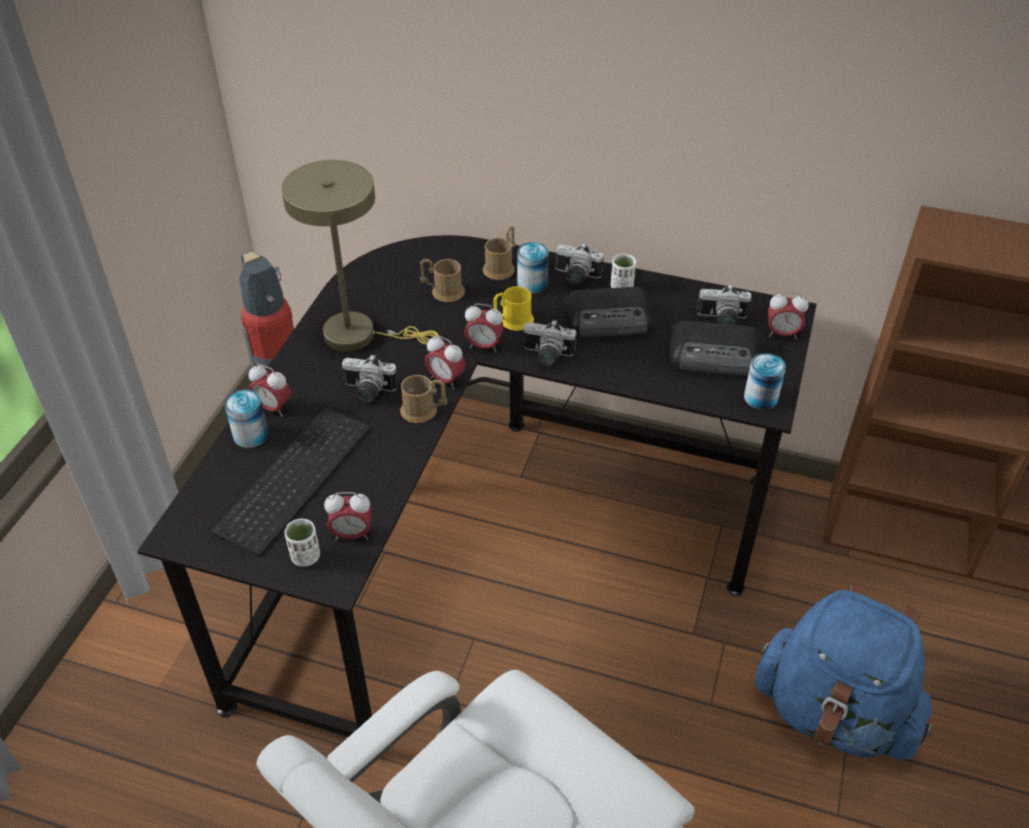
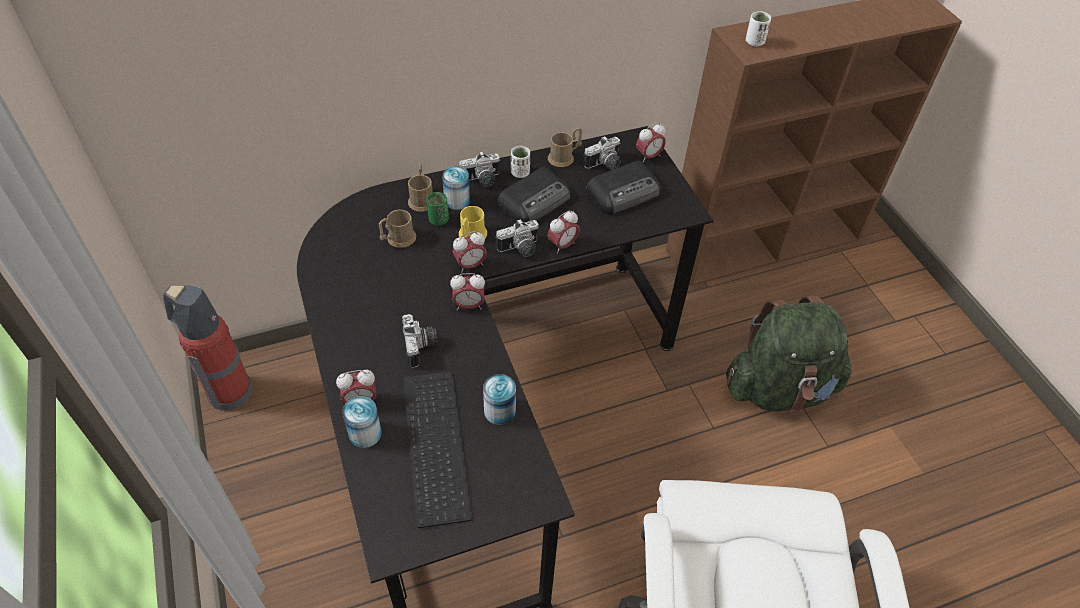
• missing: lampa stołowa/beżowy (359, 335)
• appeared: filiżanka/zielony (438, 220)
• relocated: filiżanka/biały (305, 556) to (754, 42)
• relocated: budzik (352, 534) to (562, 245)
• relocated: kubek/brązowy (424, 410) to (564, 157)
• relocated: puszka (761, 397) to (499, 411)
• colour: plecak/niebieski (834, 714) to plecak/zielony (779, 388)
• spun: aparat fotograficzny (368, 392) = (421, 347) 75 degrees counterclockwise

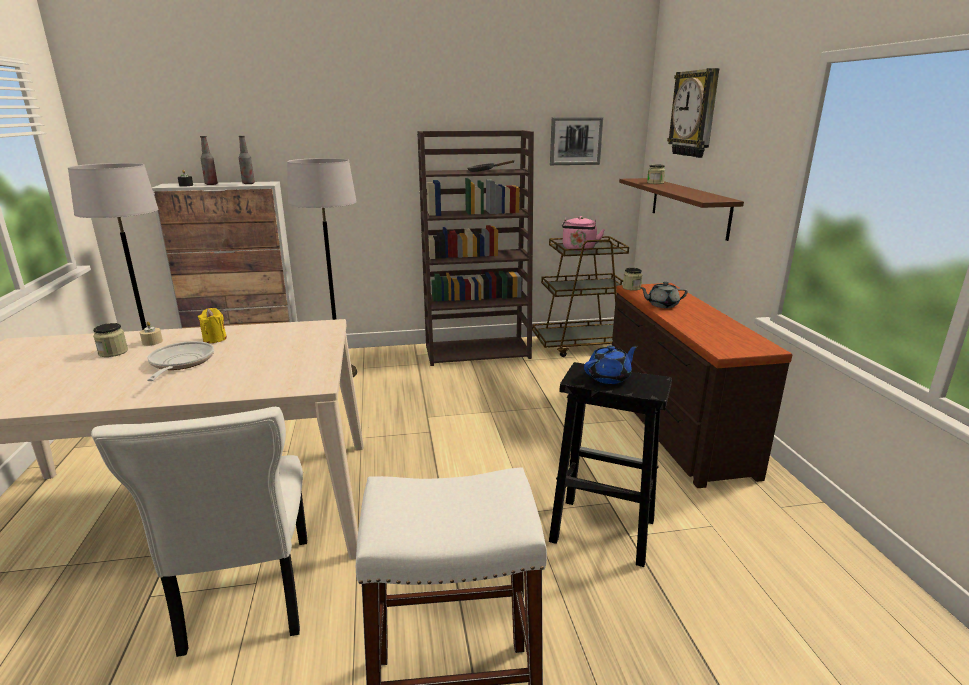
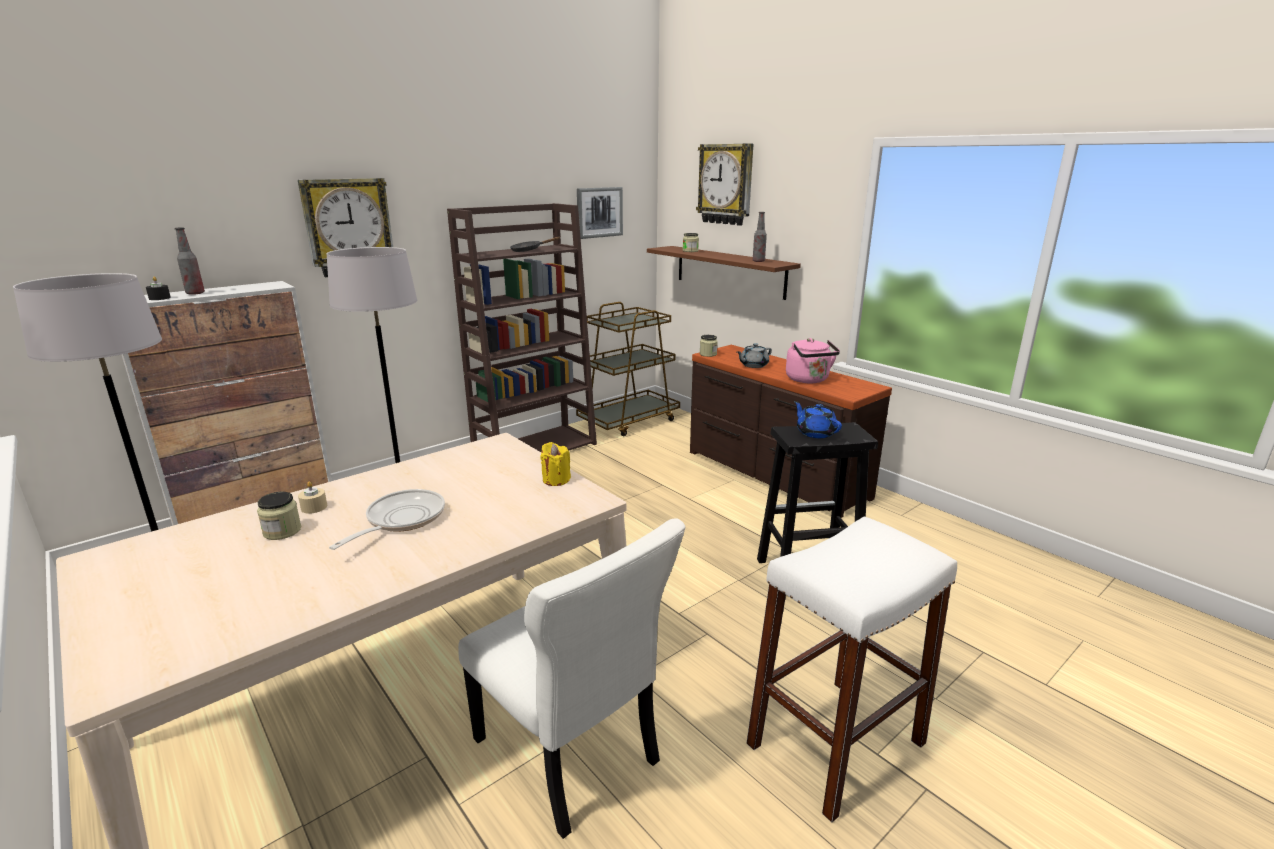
• appeared: zegar ścienny (348, 227)
• relocated: świeca/żółty (214, 339) to (556, 480)
• relocated: butelka (248, 183) to (758, 261)
• relocated: czajnik/różowy (579, 249) to (809, 380)
• spun: patelnia (180, 363) = (401, 520) 60 degrees clockwise
• spun: imbryk/niebieski (609, 377) = (815, 433) 60 degrees counterclockwise

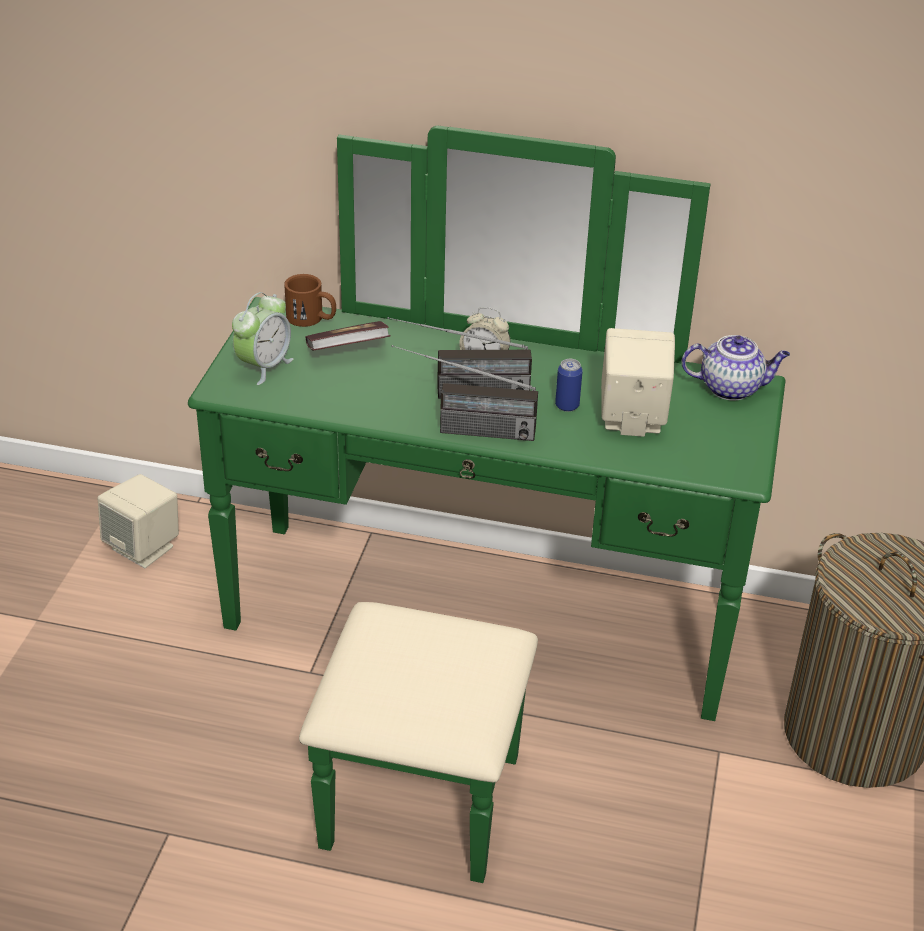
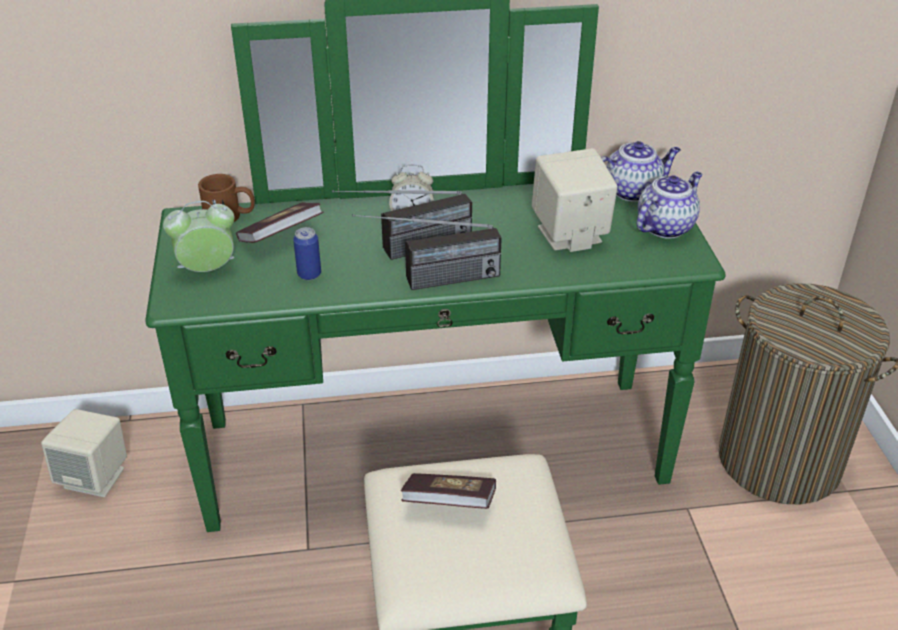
• appeared: książka (449, 503)
• appeared: imbryk (665, 226)
• relocated: puszka (567, 406) to (309, 274)
• spun: budzik (264, 366) = (207, 270) 120 degrees counterclockwise

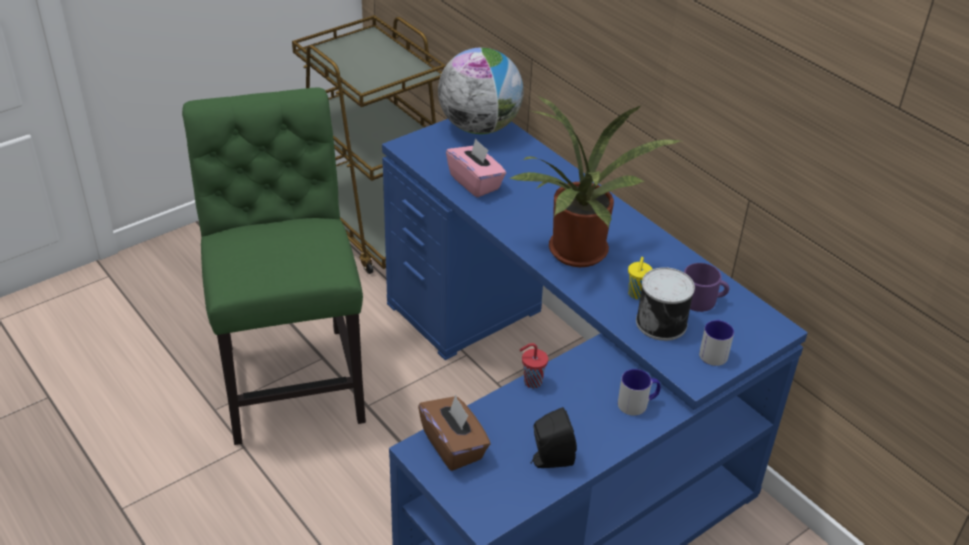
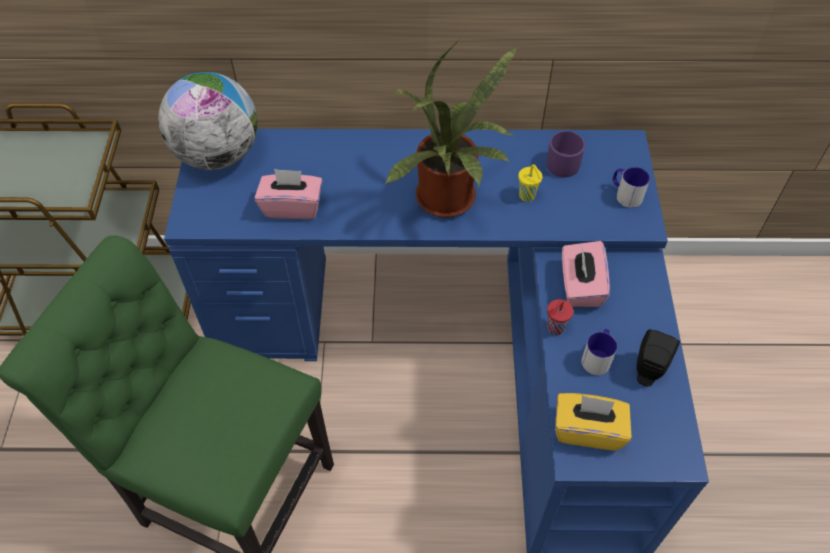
• missing: puszka (662, 322)
• appeared: pudełko chusteczek/różowy (580, 286)
• relocated: kubek (638, 403) to (597, 357)
• colour: pudełko chusteczek/brązowy (454, 446) to pudełko chusteczek/żółty (587, 430)

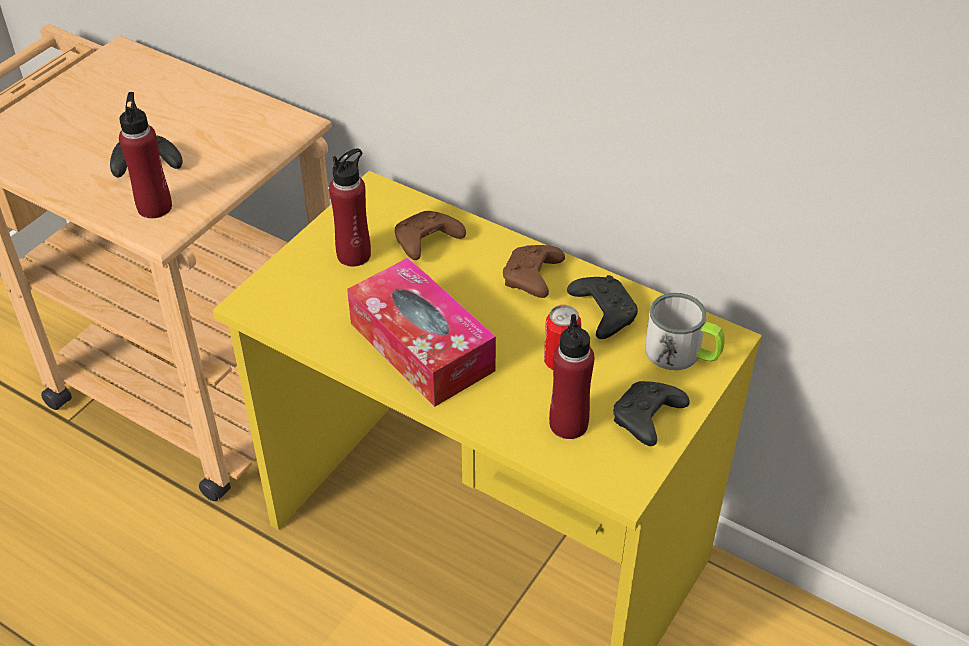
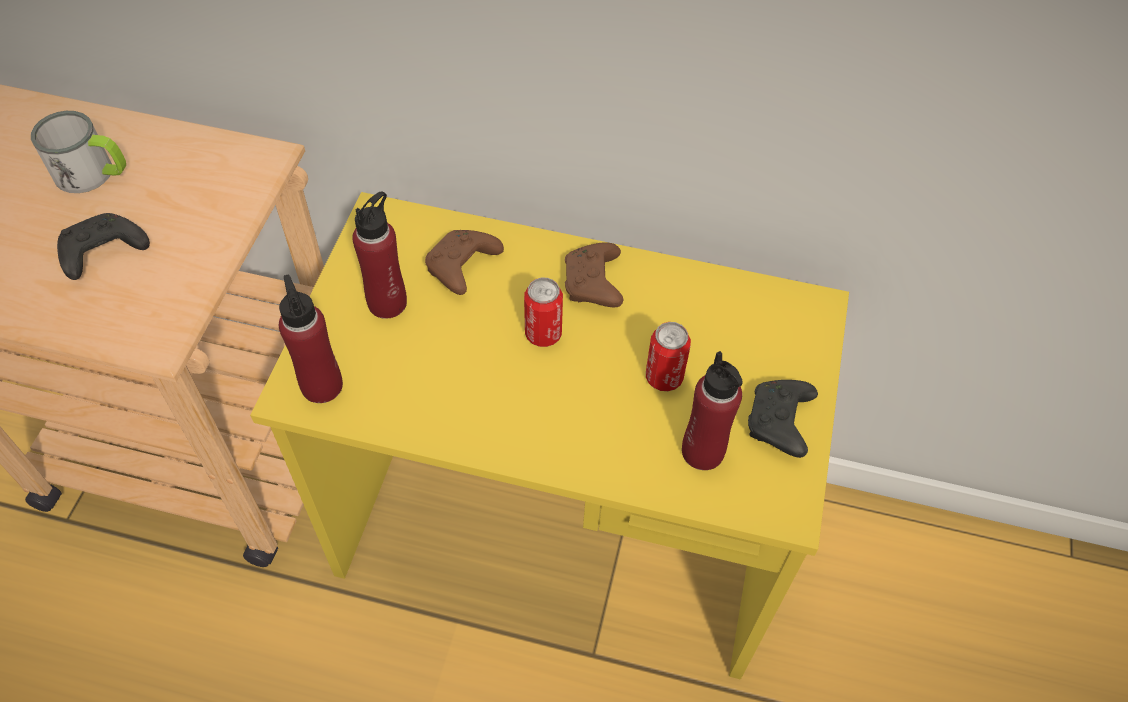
• missing: pudełko chusteczek (421, 346)
• missing: pad do gier/czarny (602, 313)
• appeared: puszka (543, 334)
• relocated: butelka/czerwony (154, 207) to (322, 385)
• relocated: kubek (682, 354) to (93, 174)

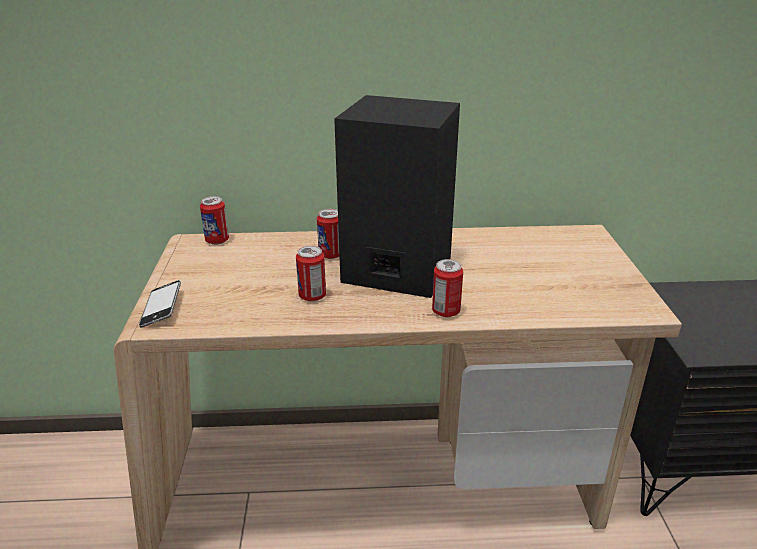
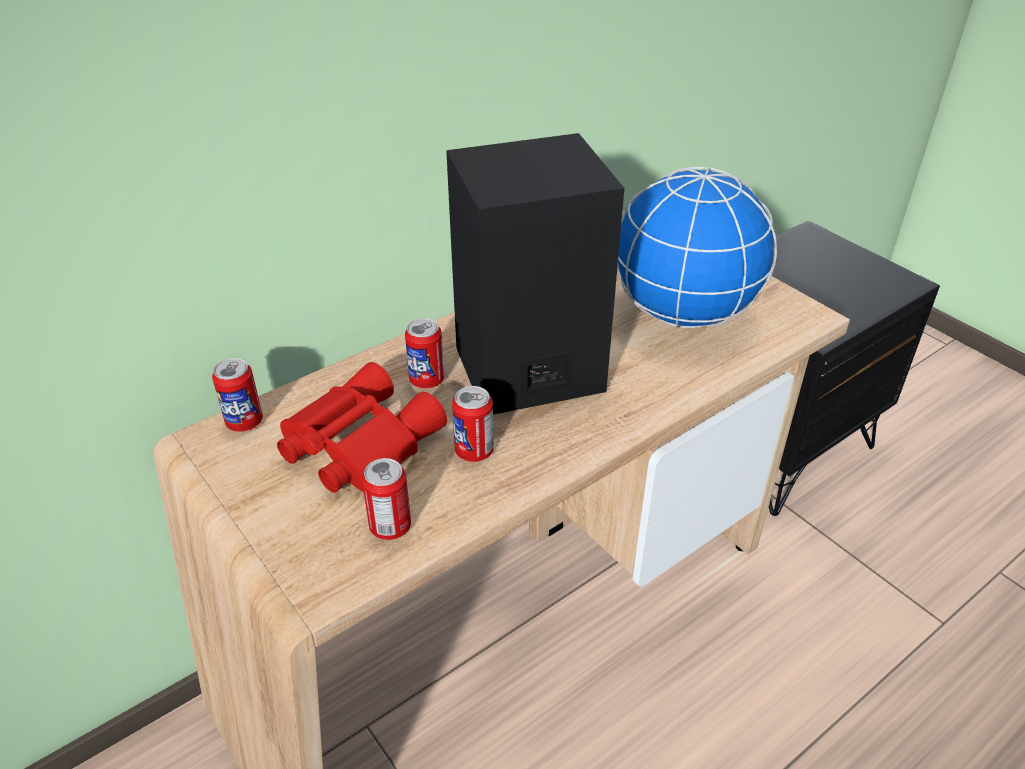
• missing: telefon (162, 308)
• appeared: lornetka/czerwony (356, 443)
• appeared: globus (685, 314)
• relocated: puszka (446, 312) to (390, 527)

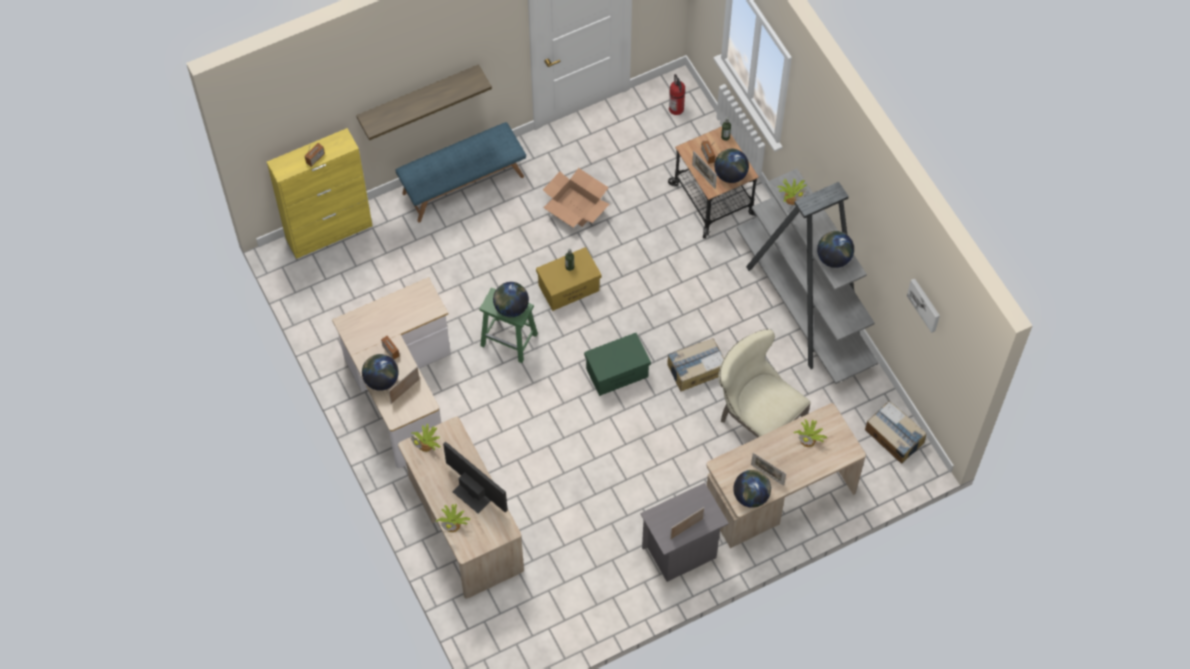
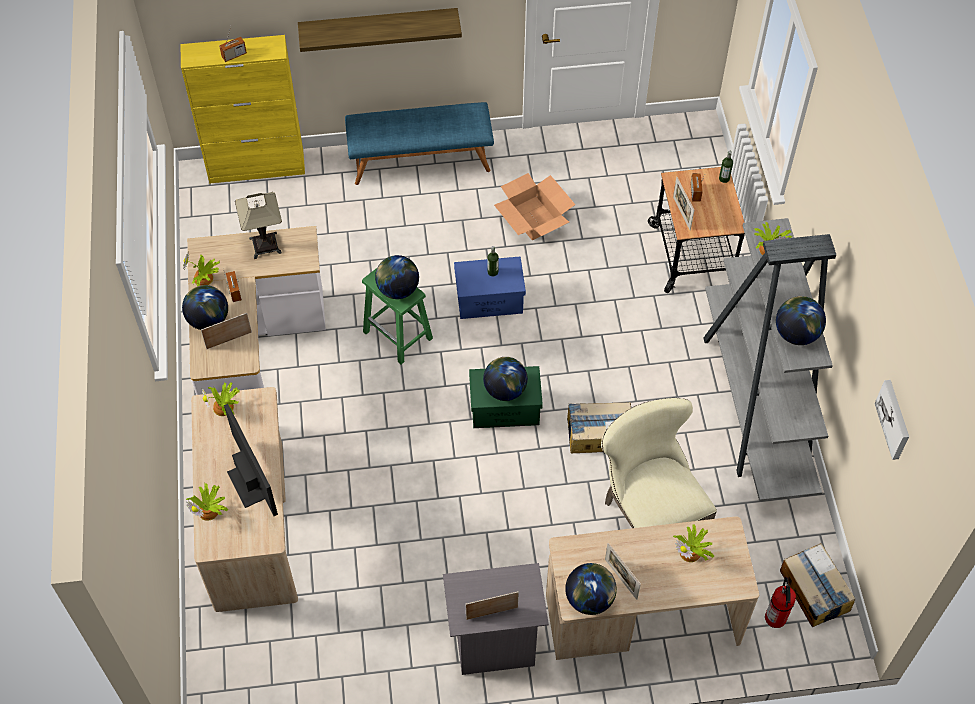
• appeared: roślina doniczkowa (204, 279)
• appeared: lampa stołowa (265, 245)
• relocated: gaśnica (676, 109) to (776, 618)
• relocated: globus (730, 174) to (505, 390)
• colour: pojemnik do przechowywania/żółty (569, 287) to pojemnik do przechowywania/niebieski (490, 299)

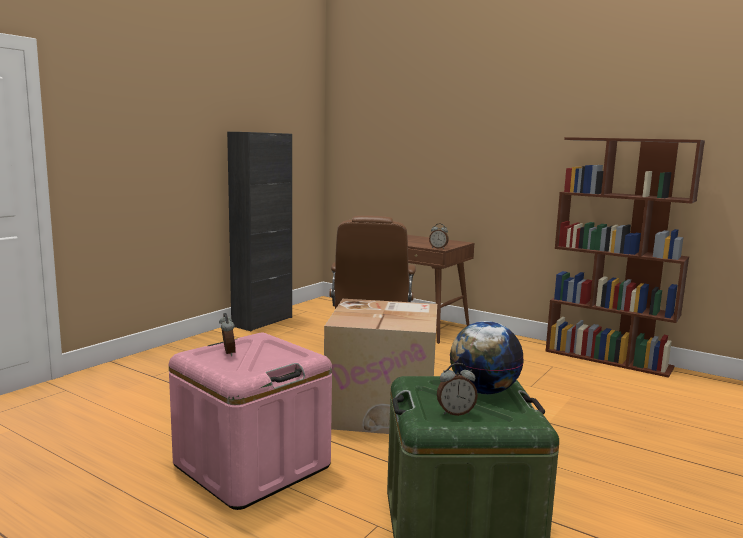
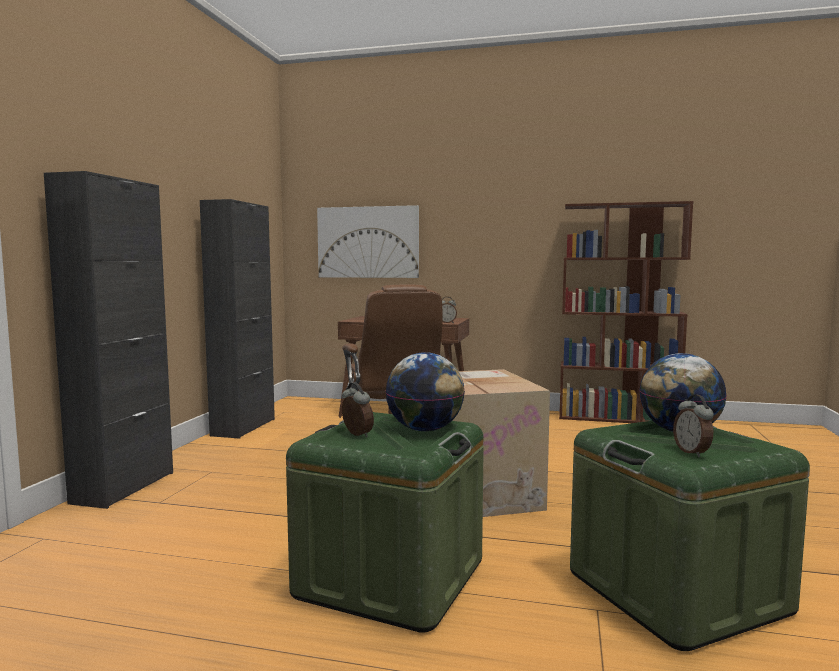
• appeared: szafka/czarny (124, 487)
• appeared: obraz (368, 242)
• appeared: globus (425, 430)
• colour: pojemnik do przechowywania/różowy (252, 466) to pojemnik do przechowywania/zielony (390, 578)
• spun: budzik (455, 412) = (692, 452) 105 degrees clockwise

